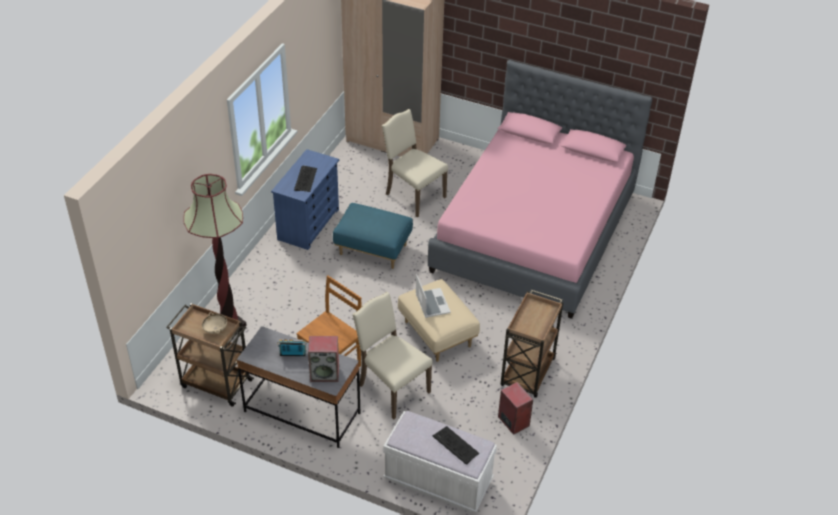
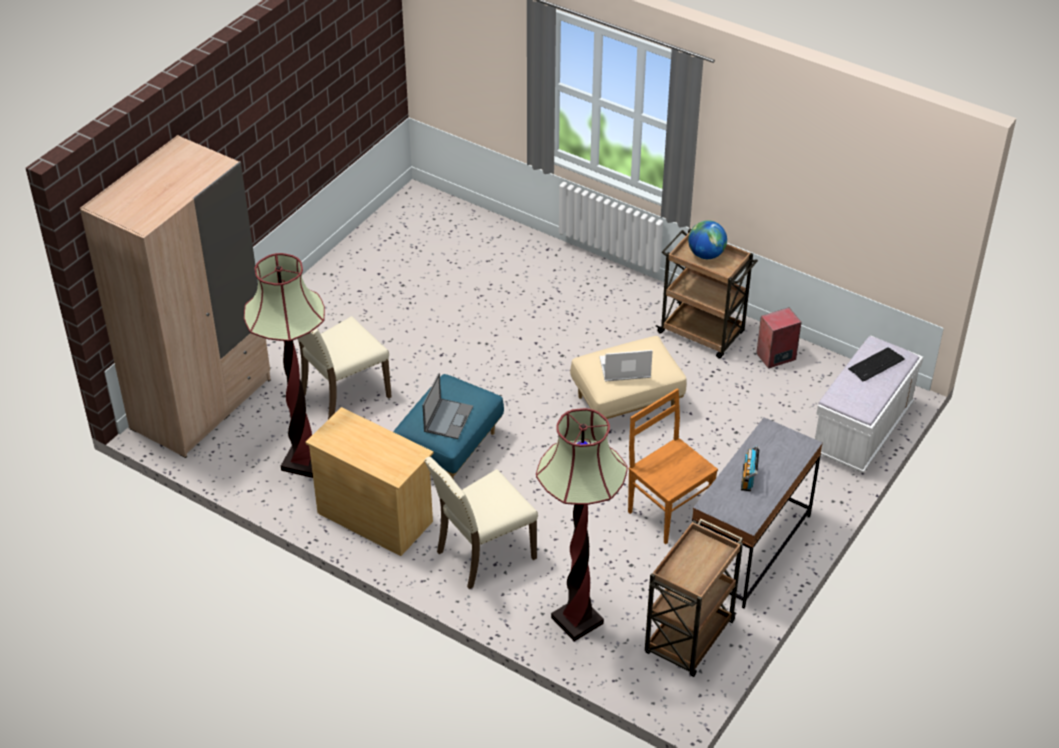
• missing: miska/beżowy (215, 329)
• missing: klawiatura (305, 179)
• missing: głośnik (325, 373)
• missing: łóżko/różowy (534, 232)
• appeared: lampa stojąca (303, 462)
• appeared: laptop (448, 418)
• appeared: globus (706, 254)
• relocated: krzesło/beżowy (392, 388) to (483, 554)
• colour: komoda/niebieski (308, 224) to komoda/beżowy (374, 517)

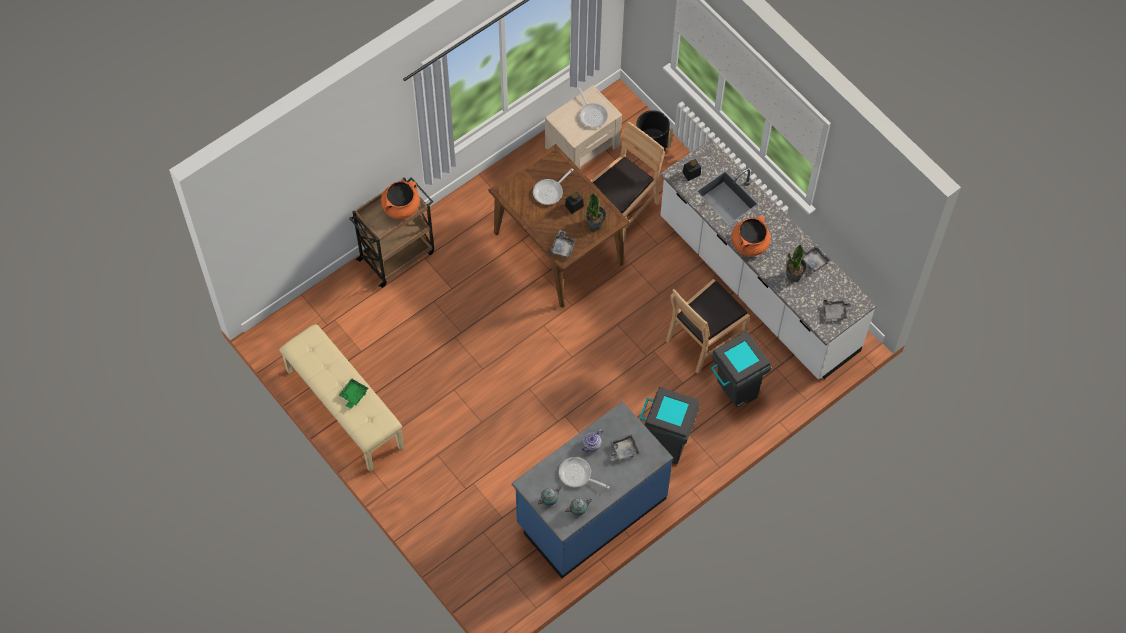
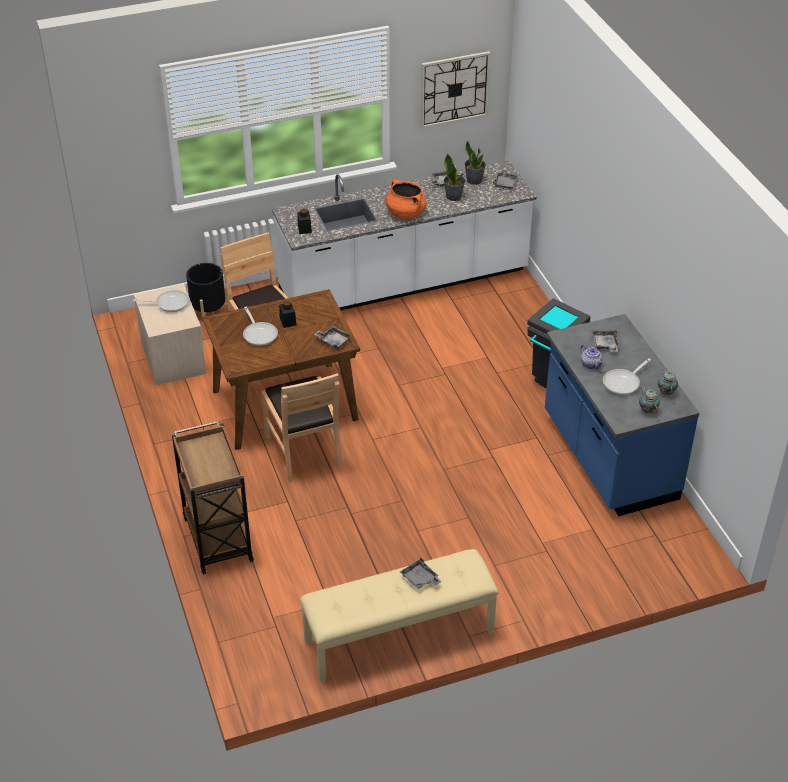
• missing: garnek/pomarańczowy (401, 207)
• missing: kosz na śmieci/szary (733, 393)
• appeared: zegar ścienny (454, 89)
• relocated: roślina doniczkowa (595, 223) to (474, 180)
• relocated: krzesło/brązowy (704, 339) to (304, 451)
• colour: taca/zielony (353, 395) to taca/szary (420, 579)

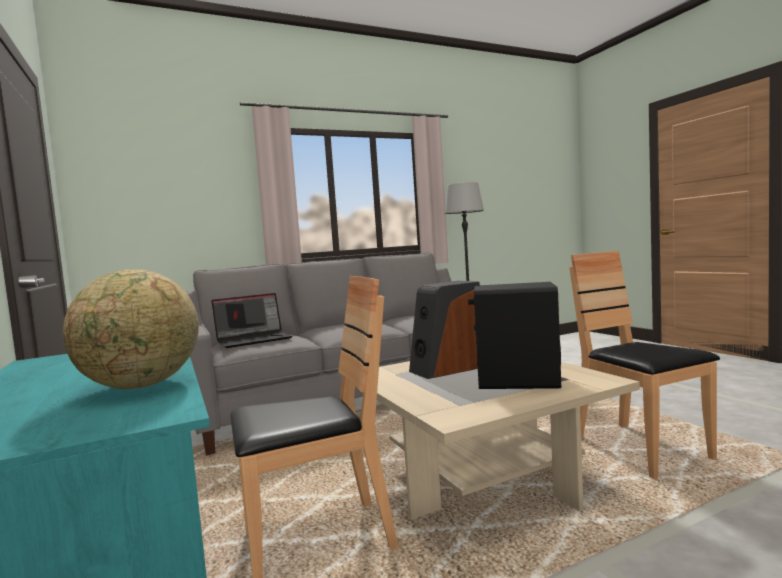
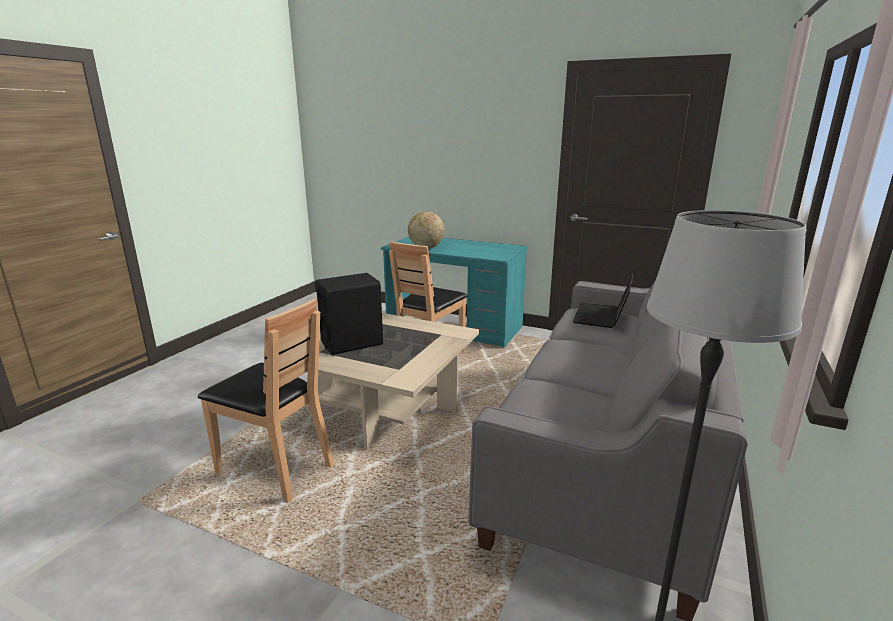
• missing: głośnik (447, 368)

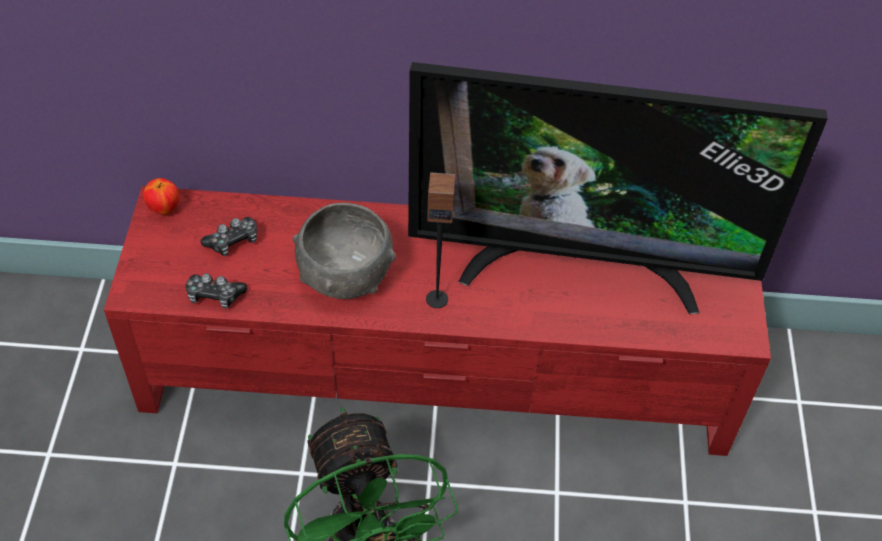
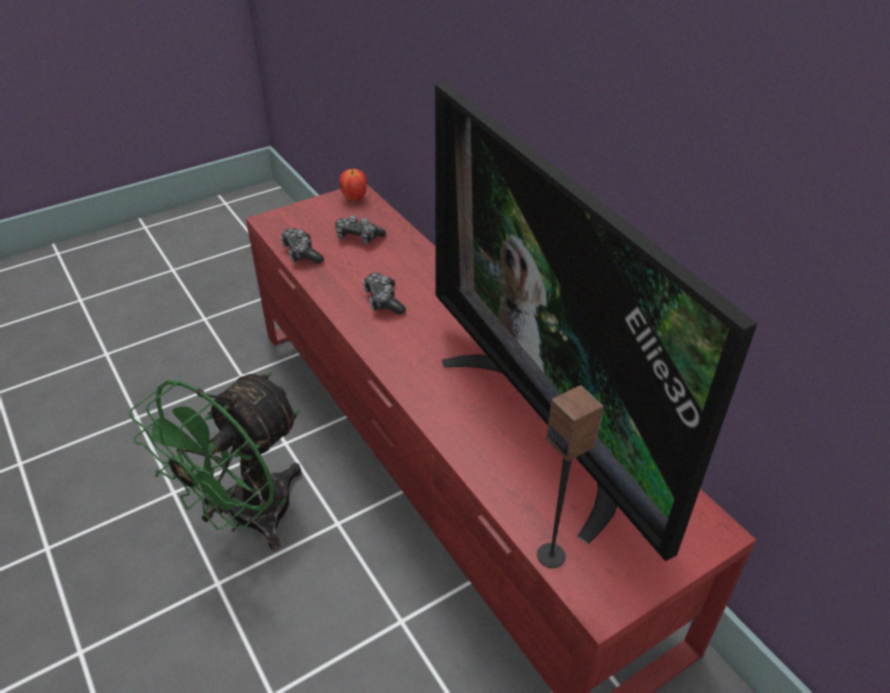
• relocated: głośnik (437, 298) to (551, 555)
• exchanged: miska/szary (346, 275) to pad do gier (383, 300)

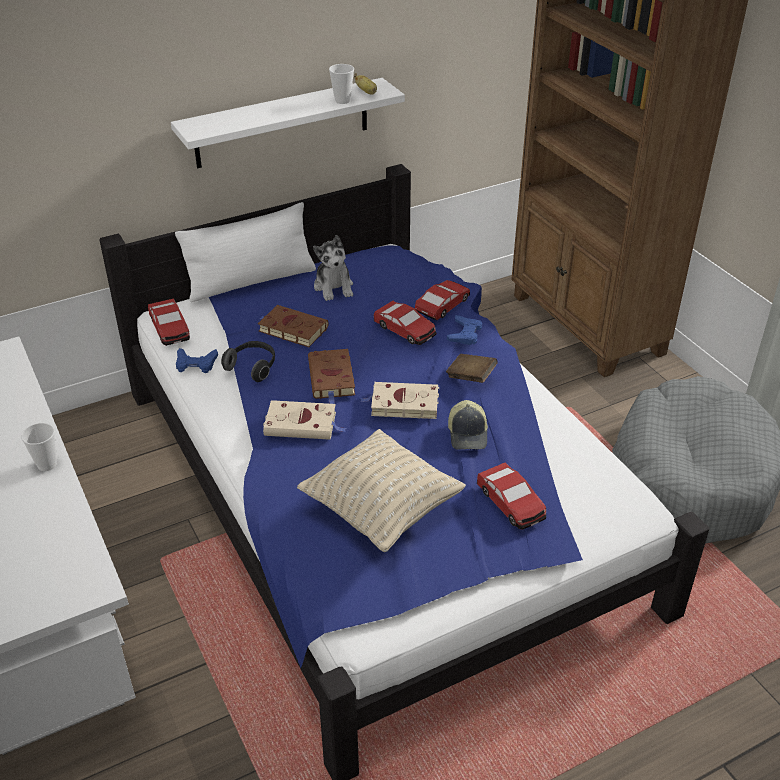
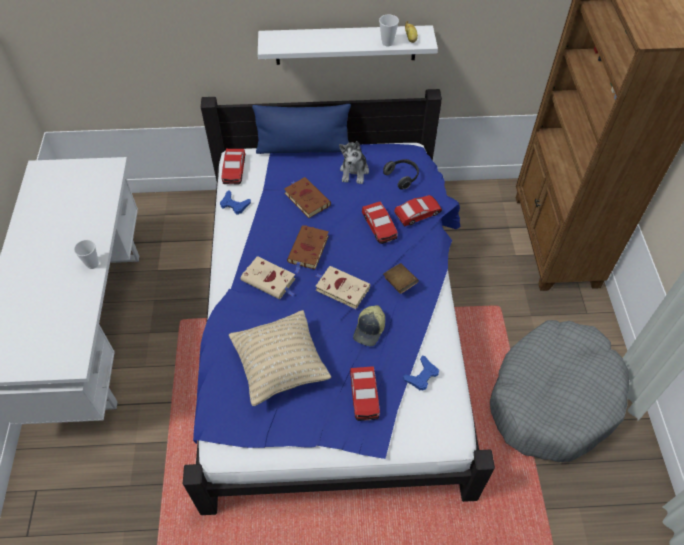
• relocated: słuchawki (252, 367) to (402, 177)
• relocated: pad do gier/niebieski (465, 334) to (421, 376)
• colour: poduszka/biały (251, 281) to poduszka/niebieski (303, 148)

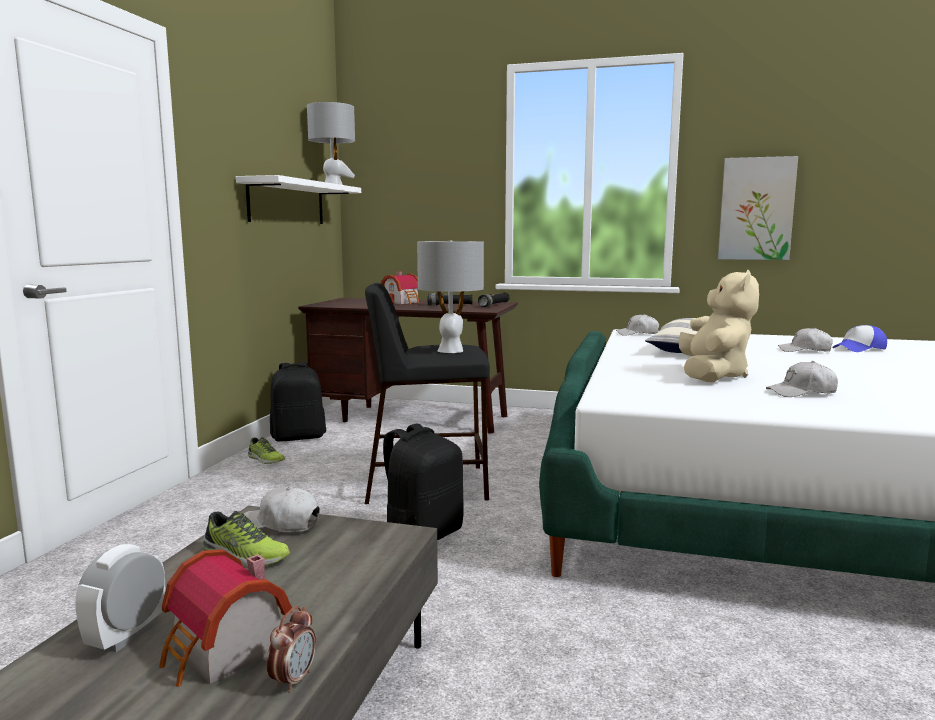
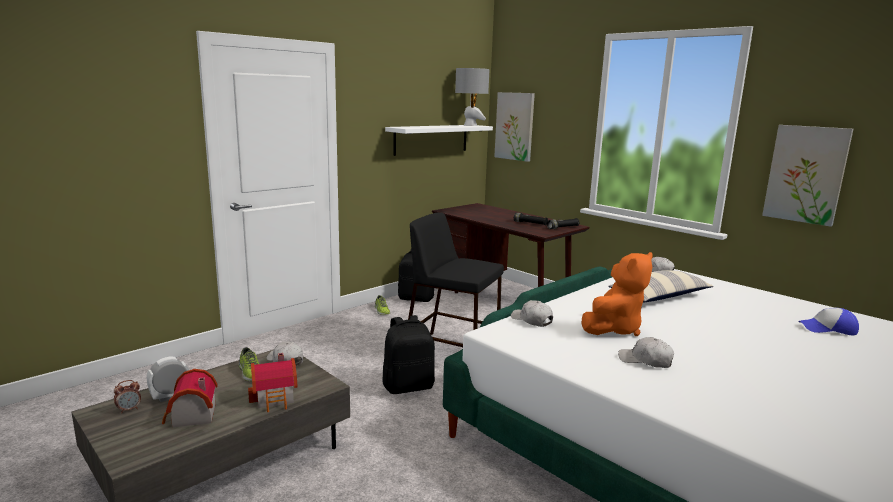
• missing: lampa stołowa/szary (451, 350)
• appeared: obraz (515, 126)
• relocated: budzik (293, 680) to (129, 409)
• relocated: domek (403, 302) to (276, 398)
• relocated: czapka z daszkiem/biały (805, 350) to (531, 320)
• colour: pluszak/beżowy (712, 376) to pluszak/pomarańczowy (613, 329)

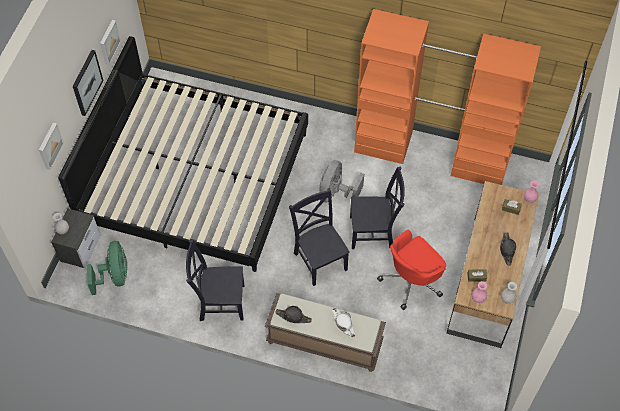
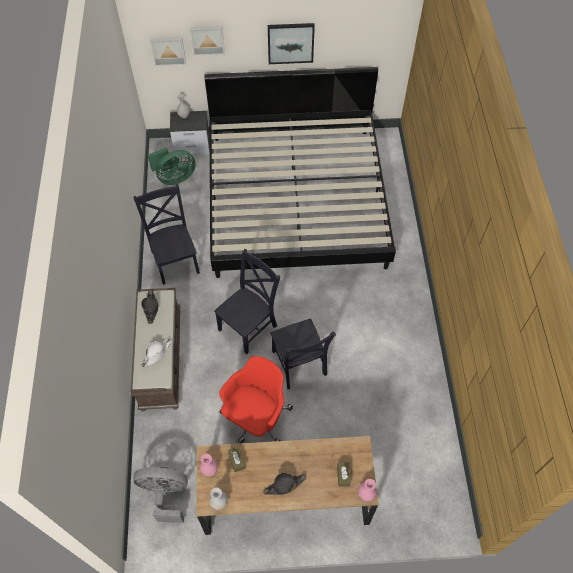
• missing: szafa/pomarańczowy (431, 154)
• relocated: obraz (108, 41) to (168, 50)
• relocated: wentylator/szary (336, 193) to (165, 494)
• spun: krzesło biurowe/czerwony (412, 280) = (256, 418) 90 degrees clockwise

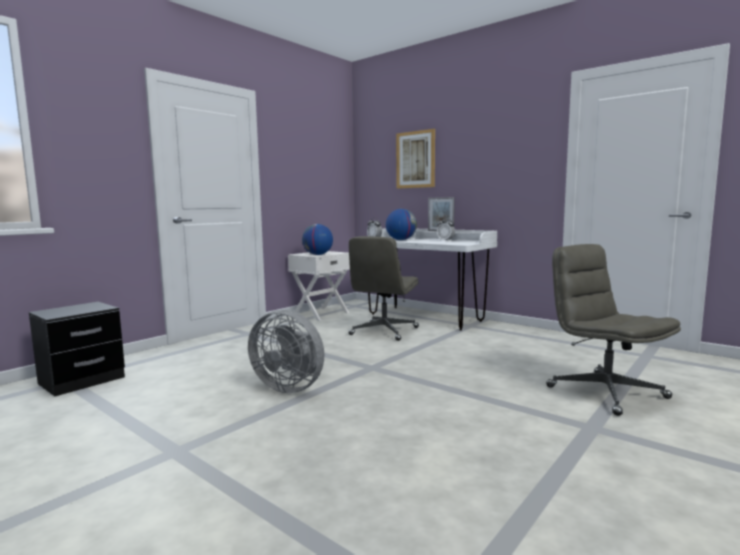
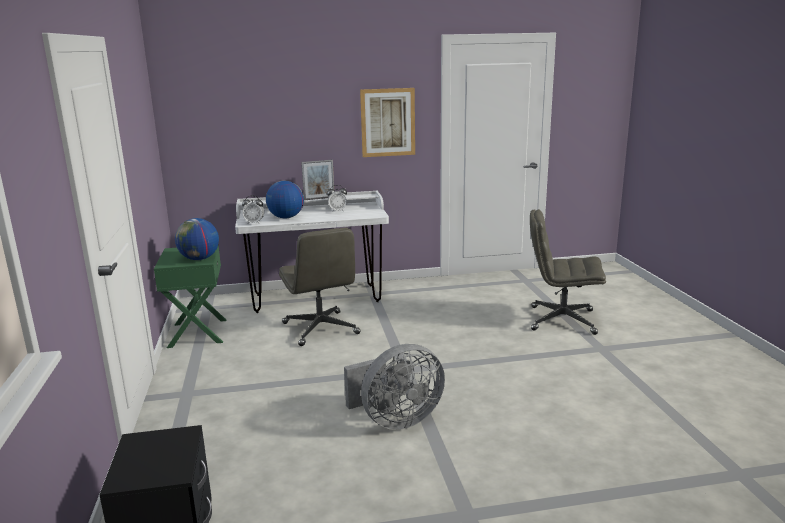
• relocated: obraz (415, 159) to (388, 122)
• colour: szafka nocna/biały (320, 314) to szafka nocna/zielony (196, 333)

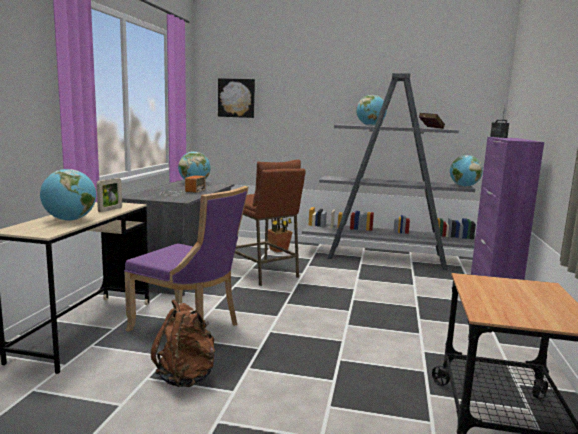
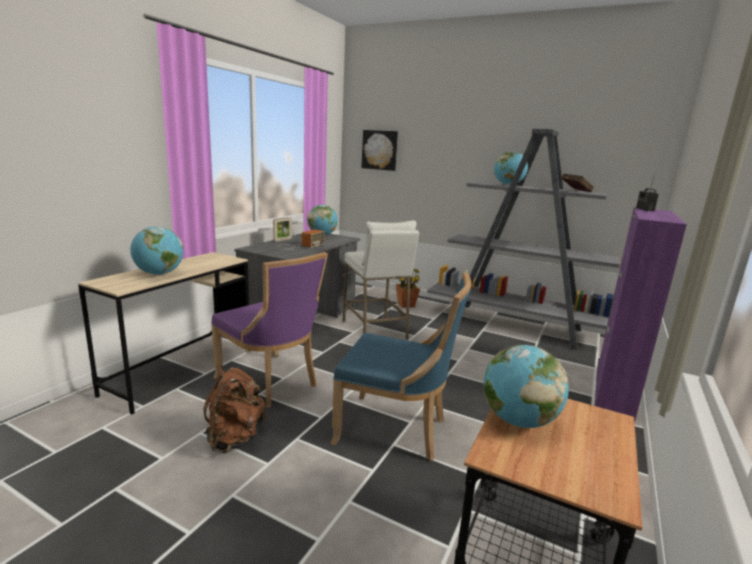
• appeared: krzesło/niebieski (395, 430)
• relocated: ramka na zdjęcie (110, 210) to (282, 240)
• relocated: globus (464, 186) to (518, 421)
• colour: stołek/brązowy (262, 273) to stołek/biały (375, 330)

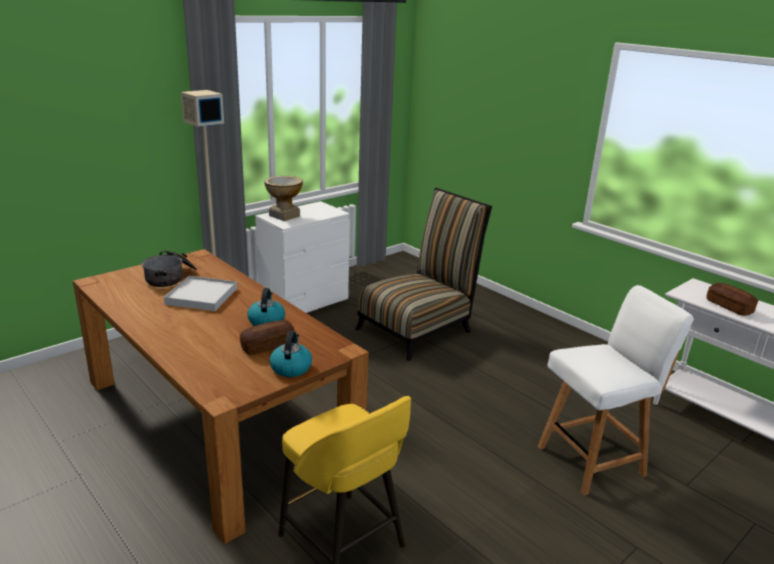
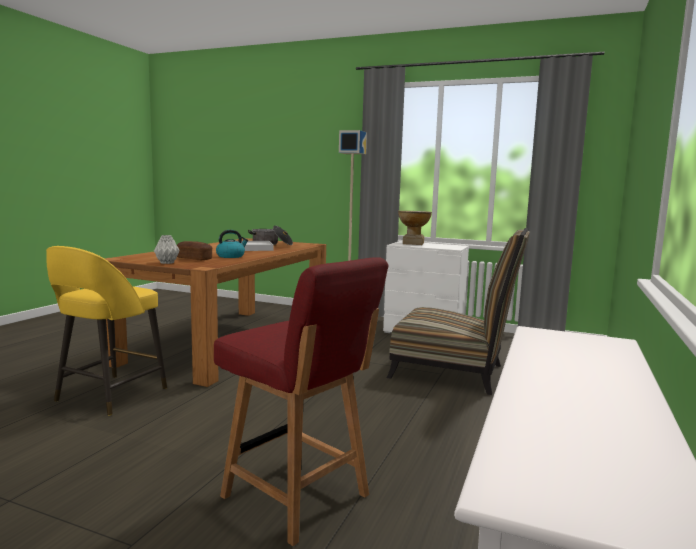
• missing: chleb (729, 307)
• exchanged: czajnik (291, 367) to wazon/szary (167, 262)
• colour: krzesło/biały (593, 460) to krzesło/czerwony (298, 497)

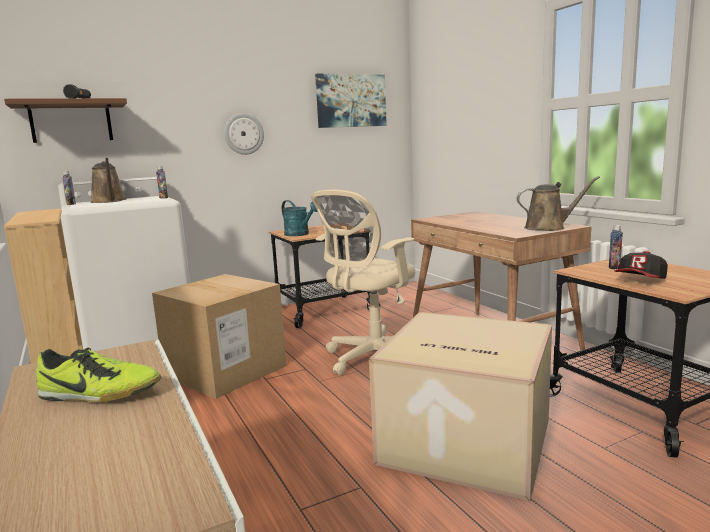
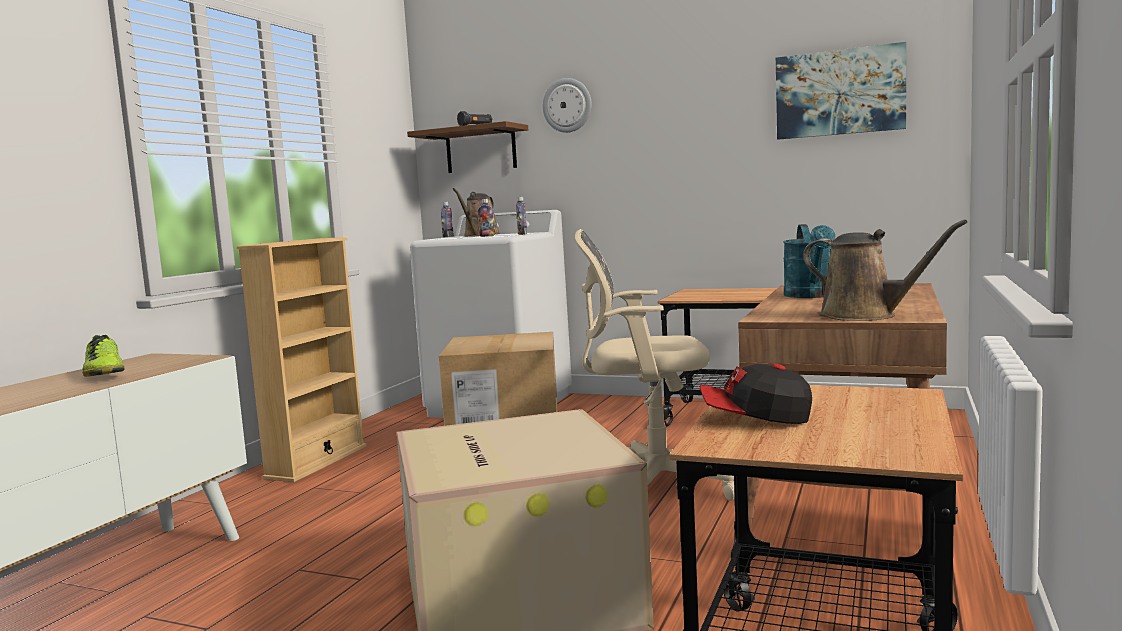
• relocated: zegar ścienny (244, 134) to (567, 105)
• relocated: konewka/turkusowy (300, 234) to (812, 296)
• relocated: butelka (614, 267) to (487, 236)

